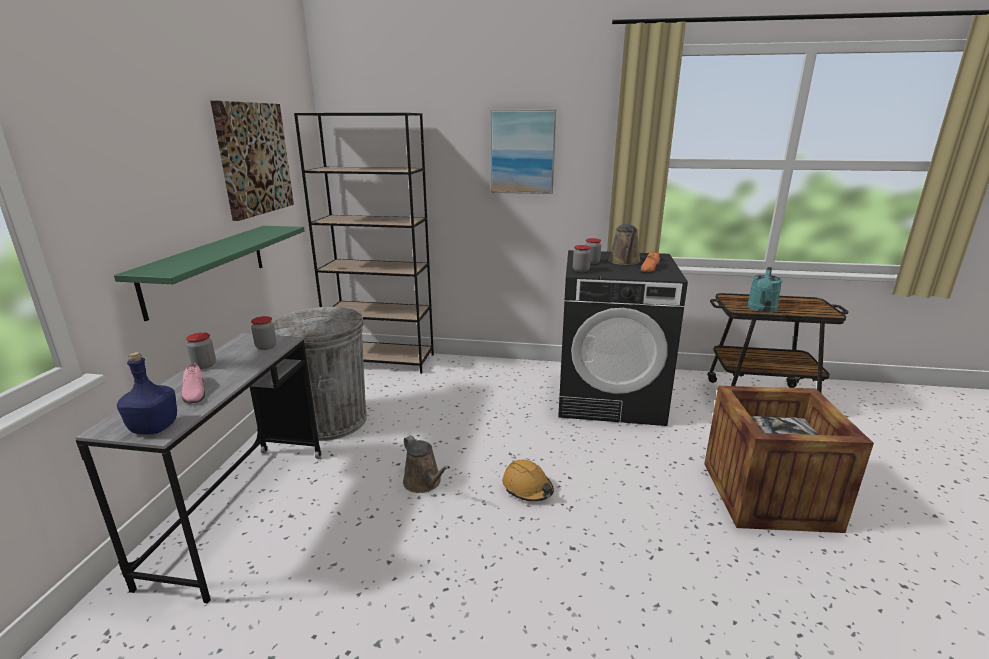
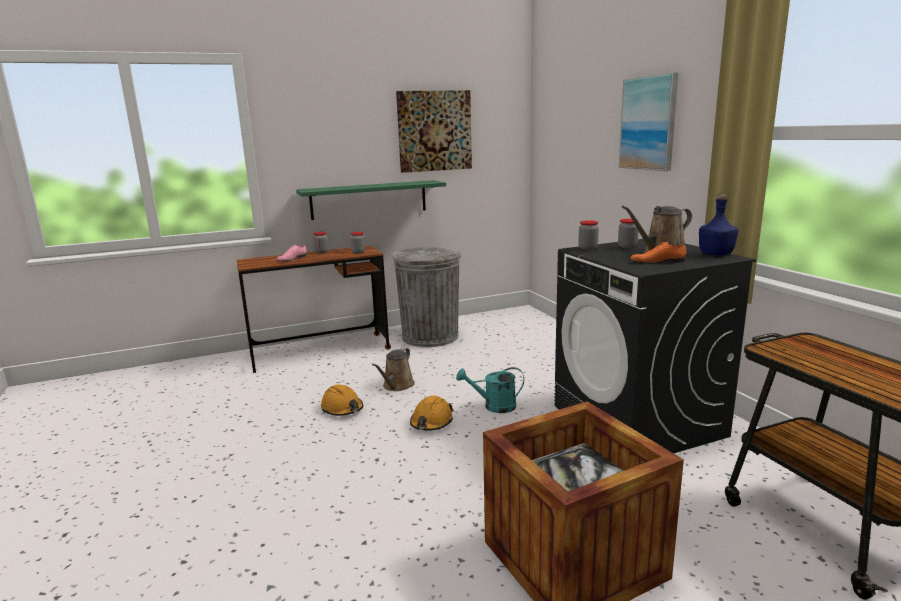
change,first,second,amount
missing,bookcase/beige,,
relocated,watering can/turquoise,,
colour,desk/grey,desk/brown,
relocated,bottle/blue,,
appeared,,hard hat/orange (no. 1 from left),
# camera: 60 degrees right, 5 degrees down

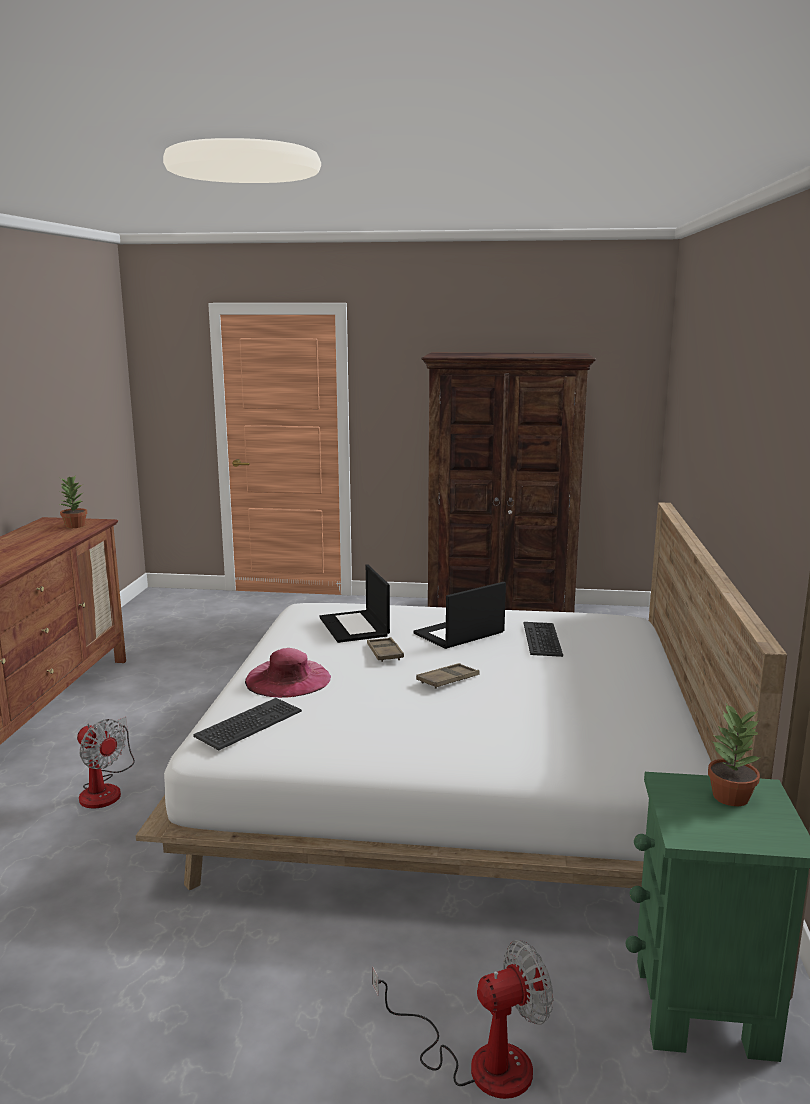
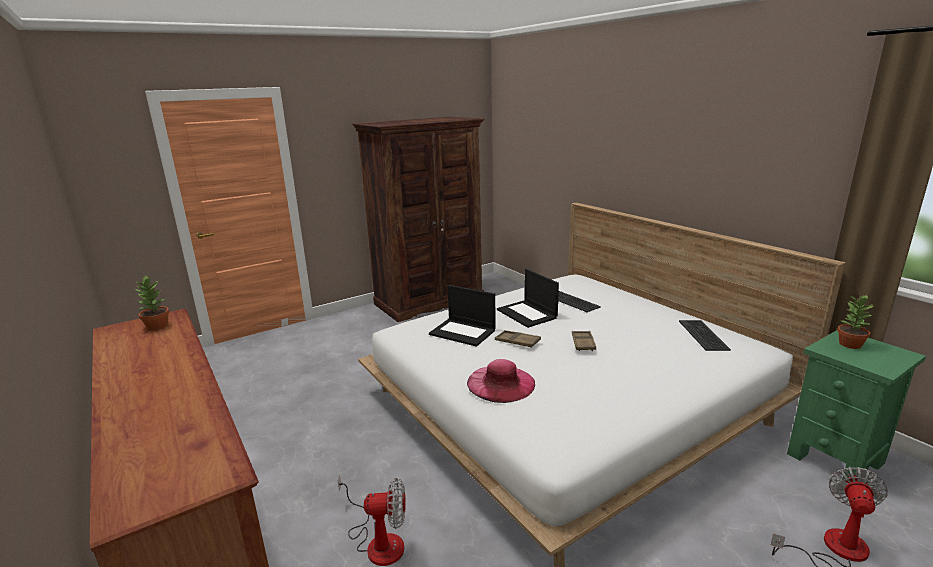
change,first,second,amount
spun,laptop (no. 2 from left),,45 degrees counterclockwise
relocated,keyboard (no. 1 from left in the first image),keyboard (no. 2 from left),
# camera: 40 degrees left, 5 degrees up

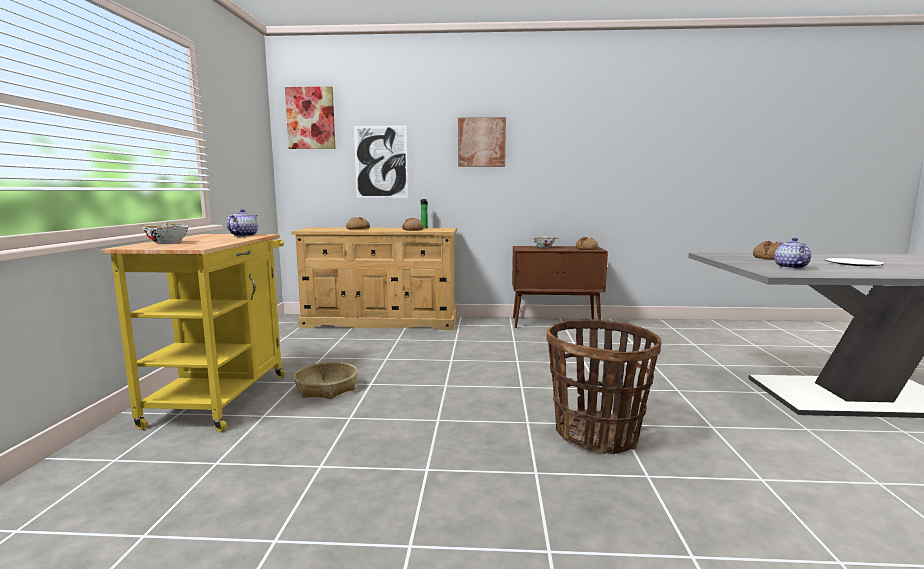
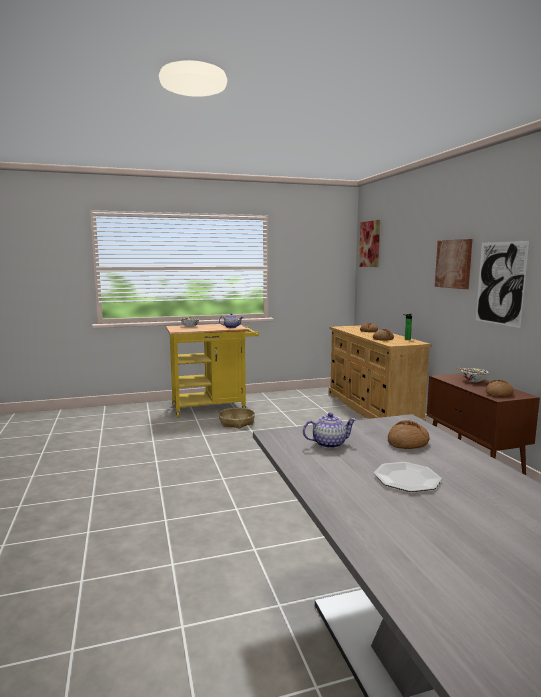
change,first,second,amount
relocated,picture (no. 2 from left in the first image),picture (no. 3 from left),
missing,basket (no. 2 from left),,
# camera: 70 degrees right, 0 degrees up

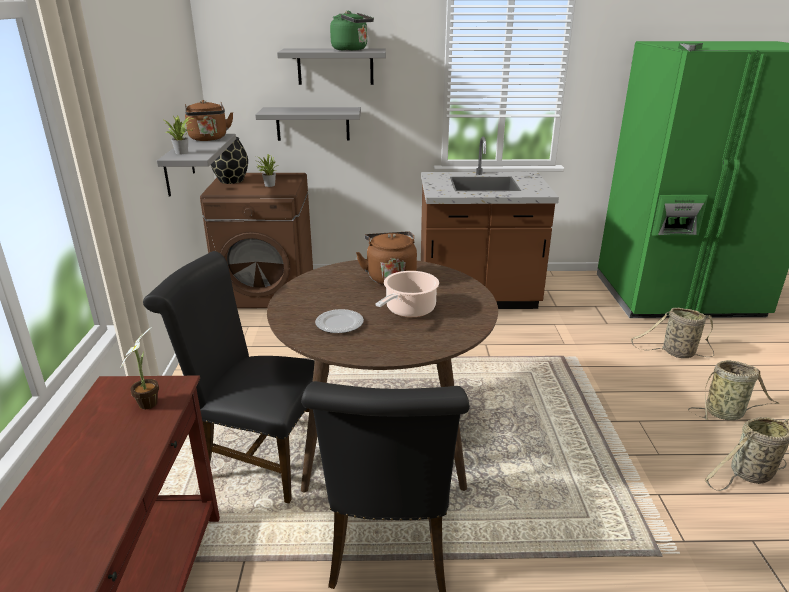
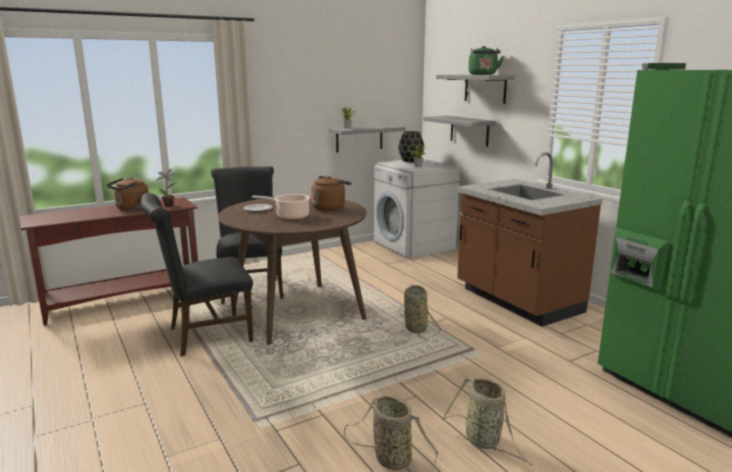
change,first,second,amount
relocated,kettle/brown (no. 1 from left),,
colour,washing machine/brown,washing machine/white,
relocated,basket (no. 1 from left in the first image),basket (no. 2 from left),
# camera: 60 degrees right, 10 degrees down

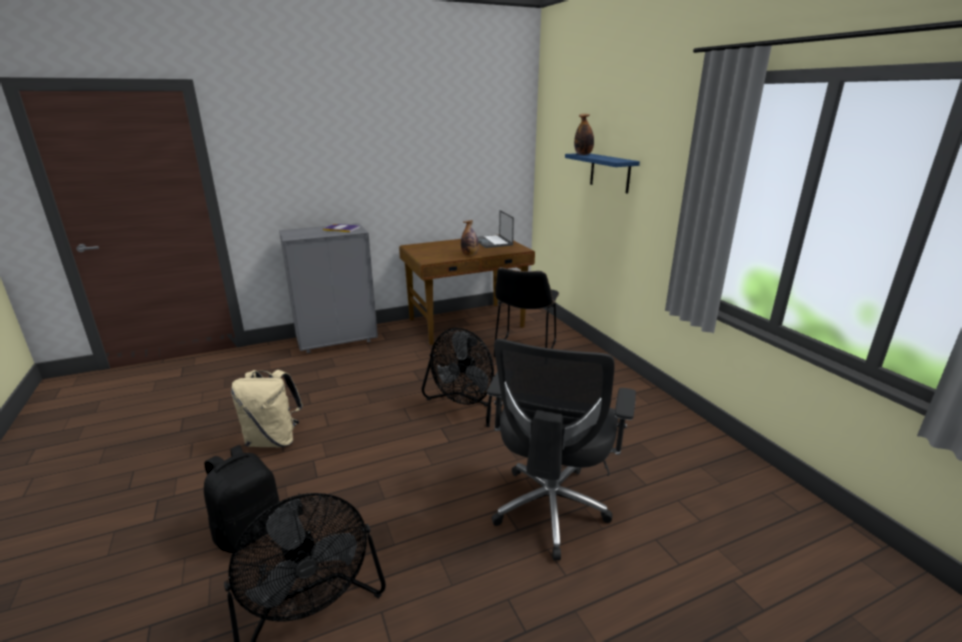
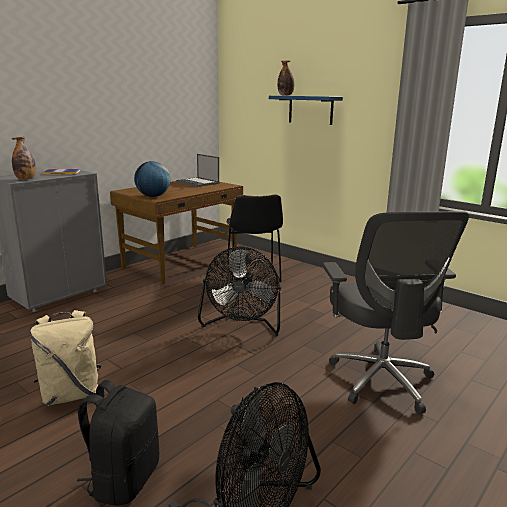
change,first,second,amount
relocated,bottle (no. 1 from left),,
appeared,,globe,
# camera: 25 degrees left, 5 degrees down

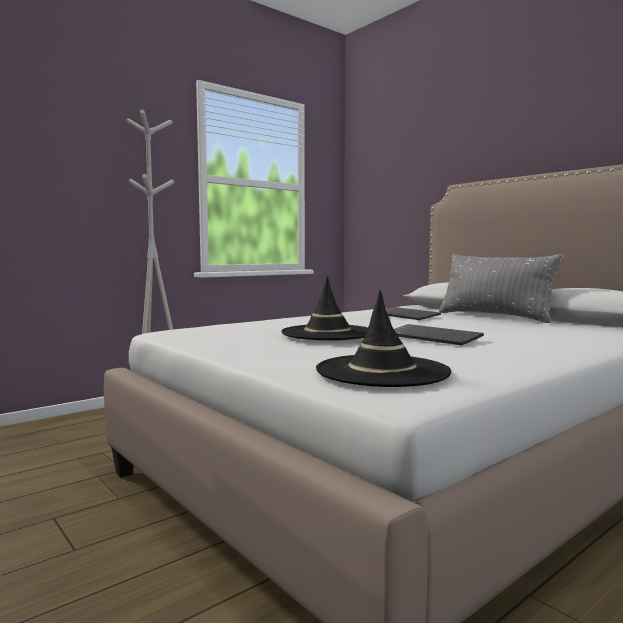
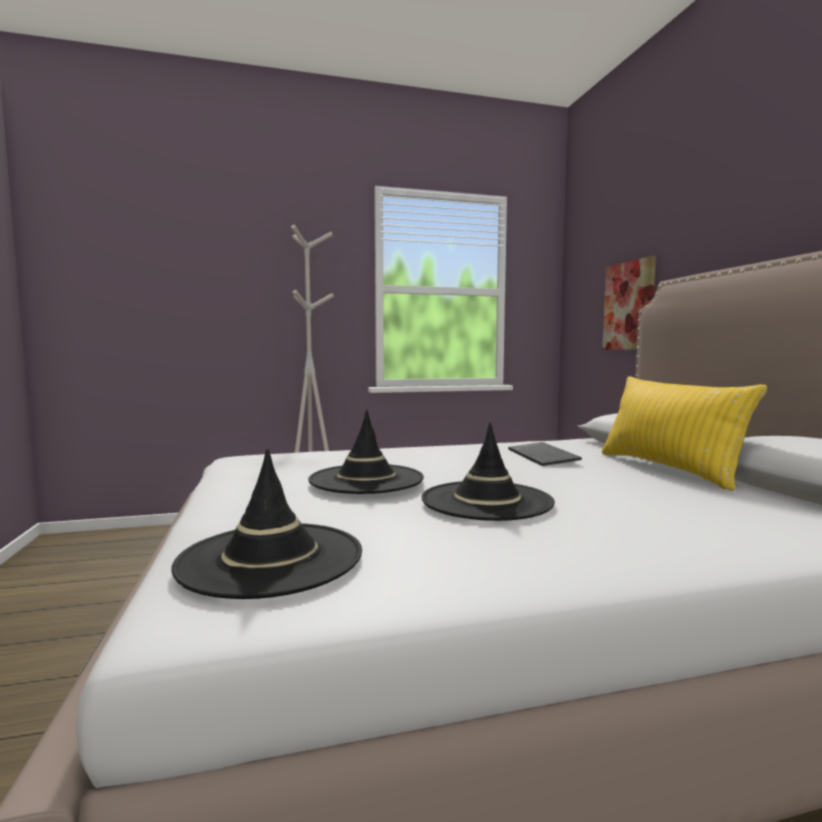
change,first,second,amount
colour,pillow/grey,pillow/yellow,
exchanged,keyboard (no. 2 from left),hat/black (no. 3 from left),
appeared,,picture,
# camera: 25 degrees right, 0 degrees up

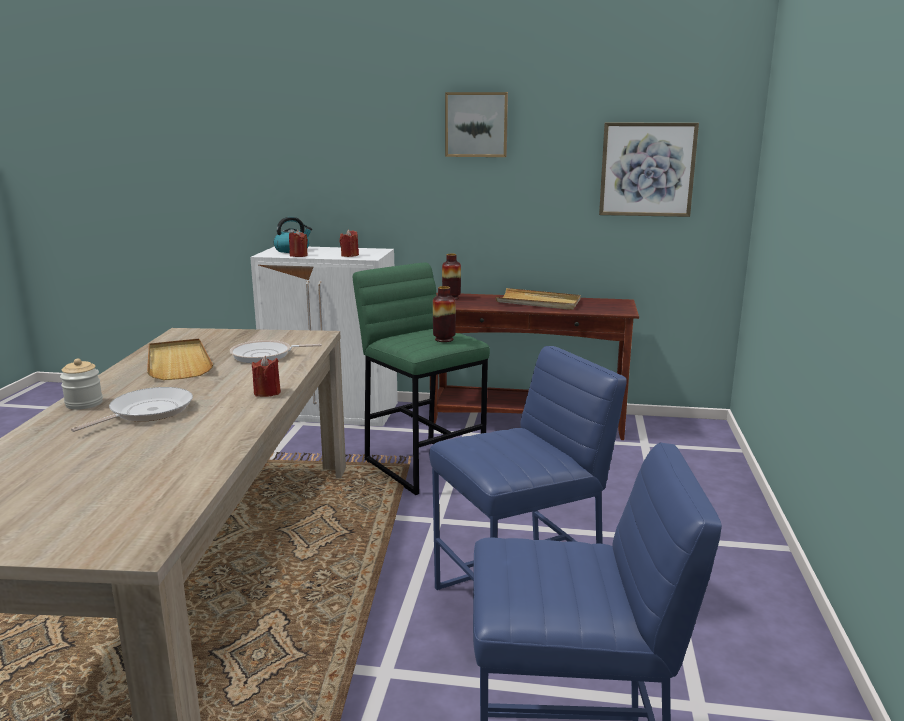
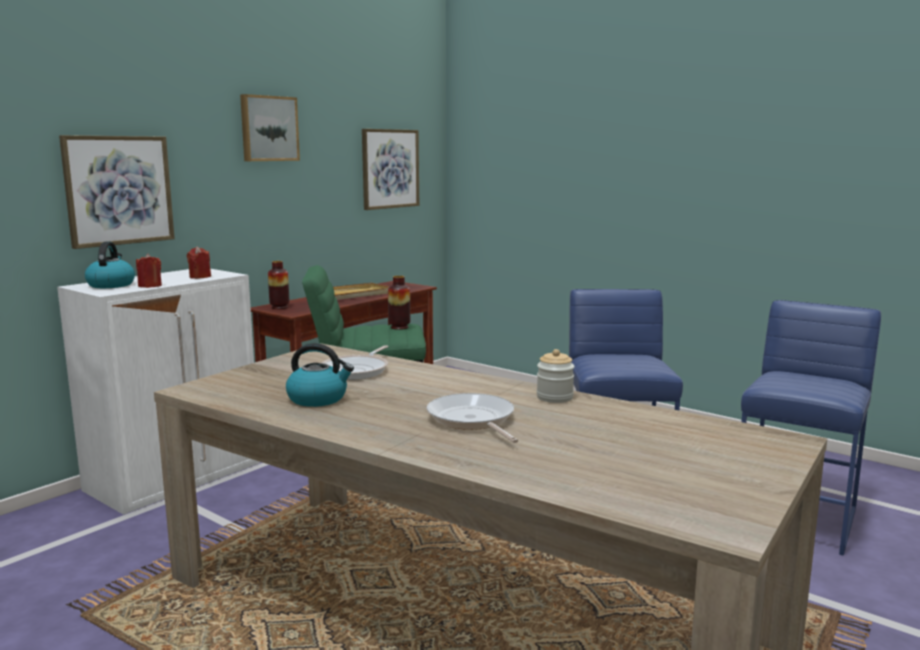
change,first,second,amount
exchanged,tray/beige (no. 1 from left),kettle (no. 2 from left),
missing,candle/red (no. 1 from left),,
relocated,jar,,
appeared,,picture (no. 1 from left),
# camera: 60 degrees left, 5 degrees down

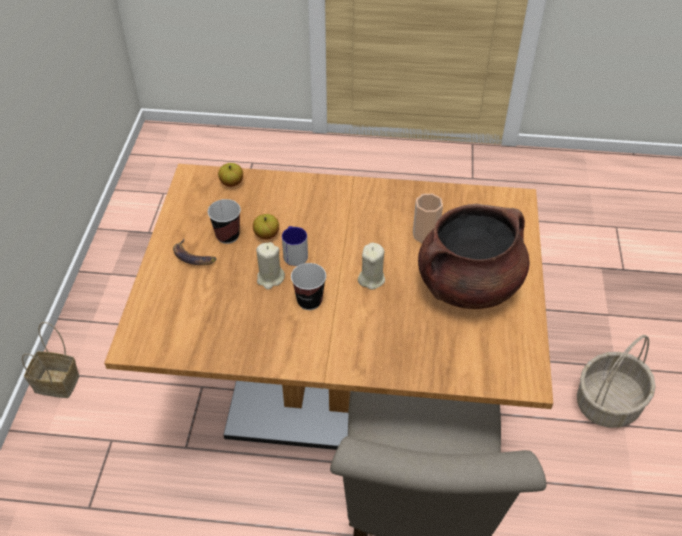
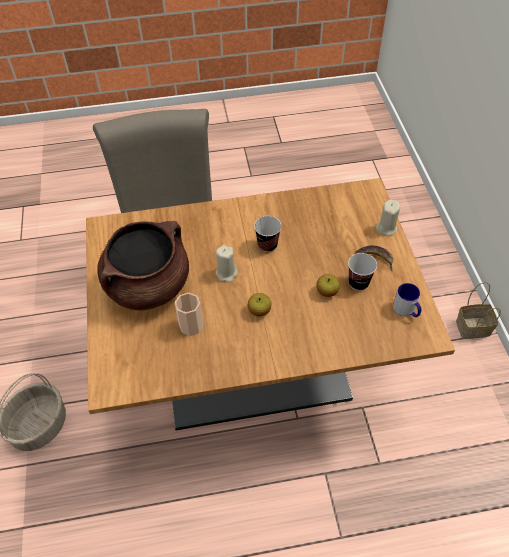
change,first,second,amount
relocated,apple (no. 1 from left),,
relocated,mug,,
relocated,candle/beige (no. 1 from left in the first image),candle/beige (no. 2 from left),
# camera: 165 degrees right, 5 degrees up

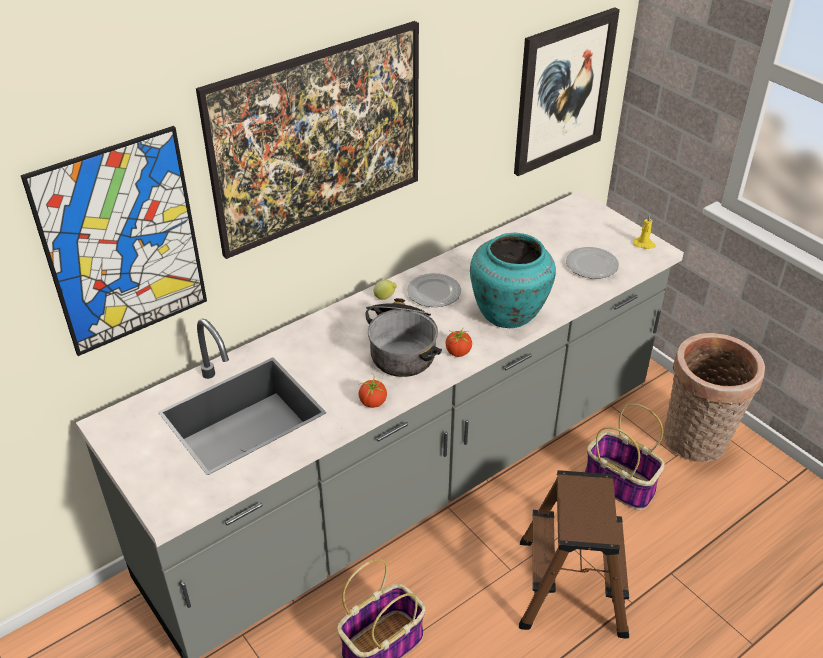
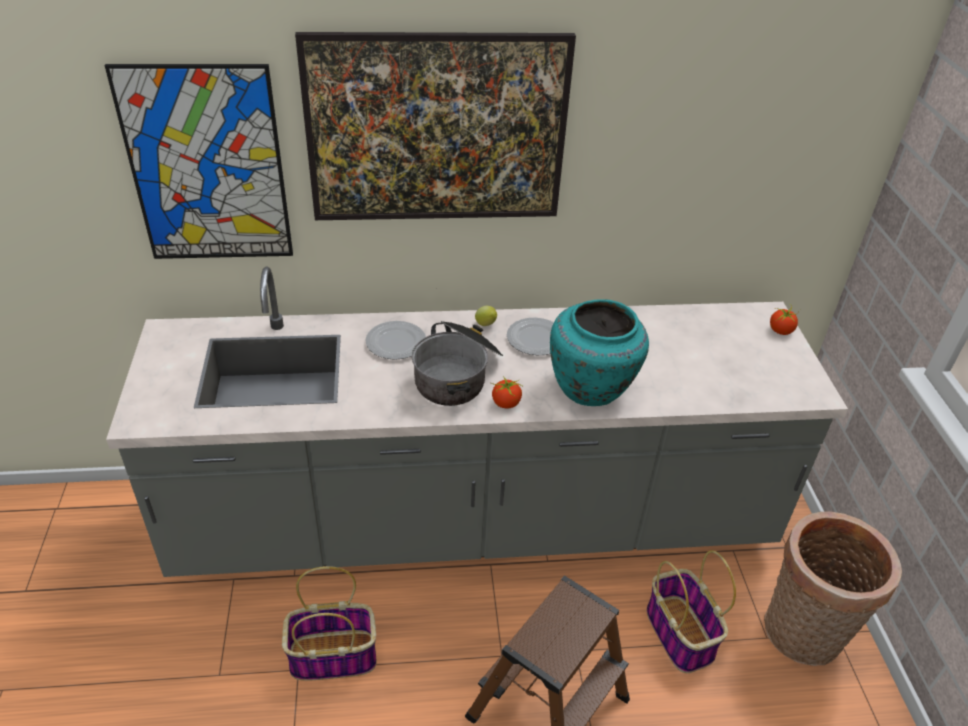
change,first,second,amount
missing,picture (no. 3 from left),,
missing,candle/yellow,,
relocated,plate (no. 2 from left in the first image),plate (no. 1 from left),
relocated,tomato (no. 1 from left in the first image),tomato (no. 2 from left),
# camera: 30 degrees right, 0 degrees up

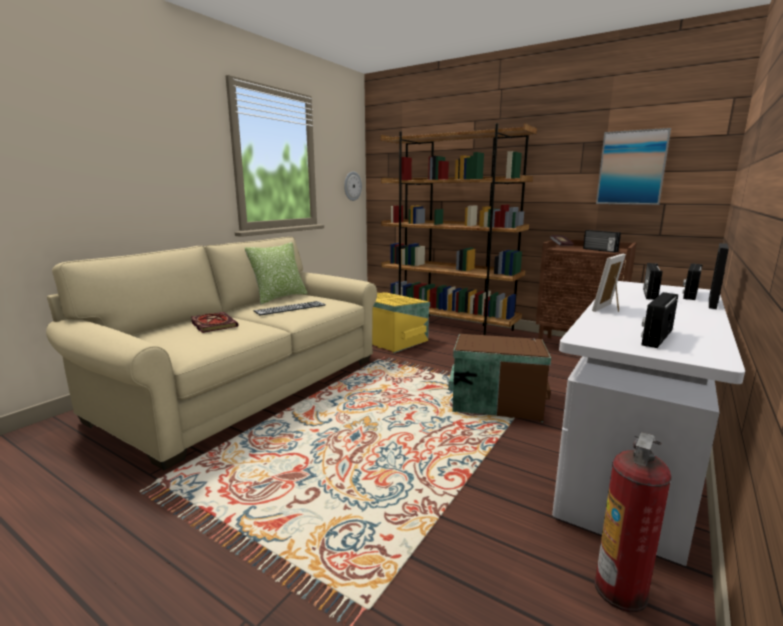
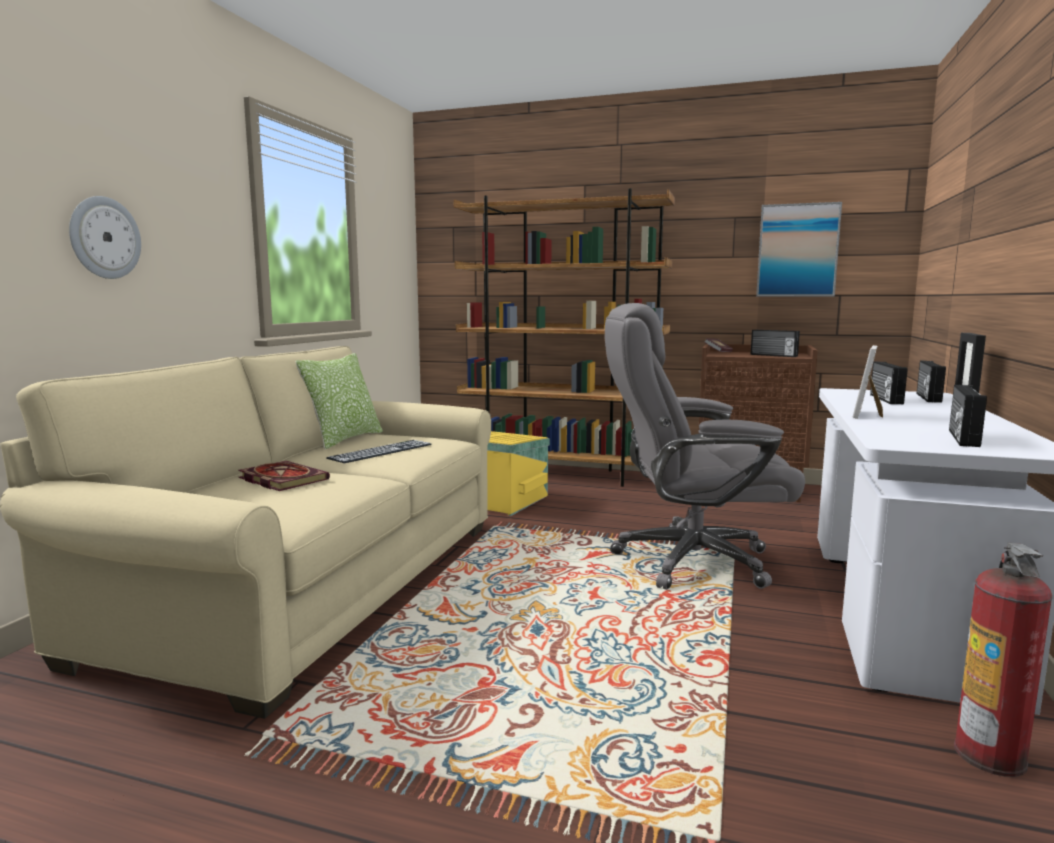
change,first,second,amount
relocated,wall clock,,
exchanged,storage box/brown,office chair/grey,
# camera: 15 degrees left, 5 degrees down

